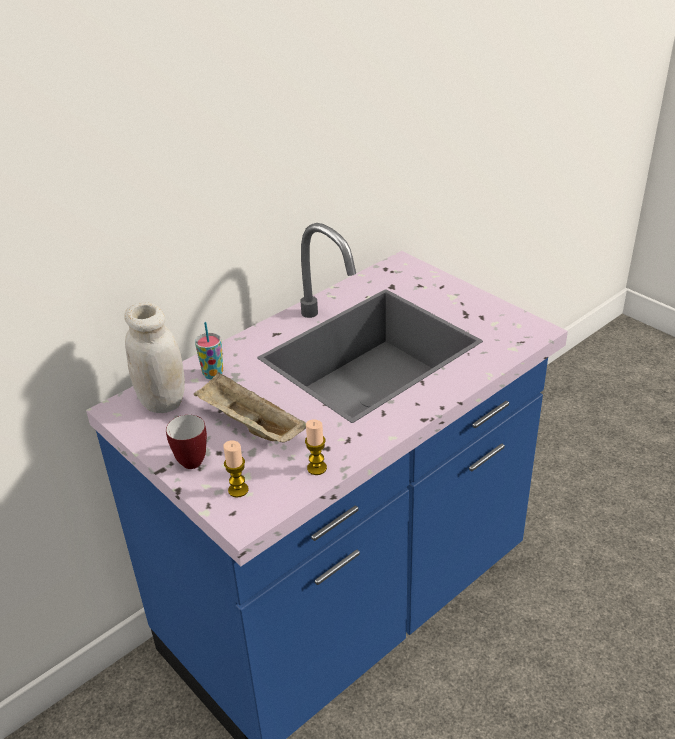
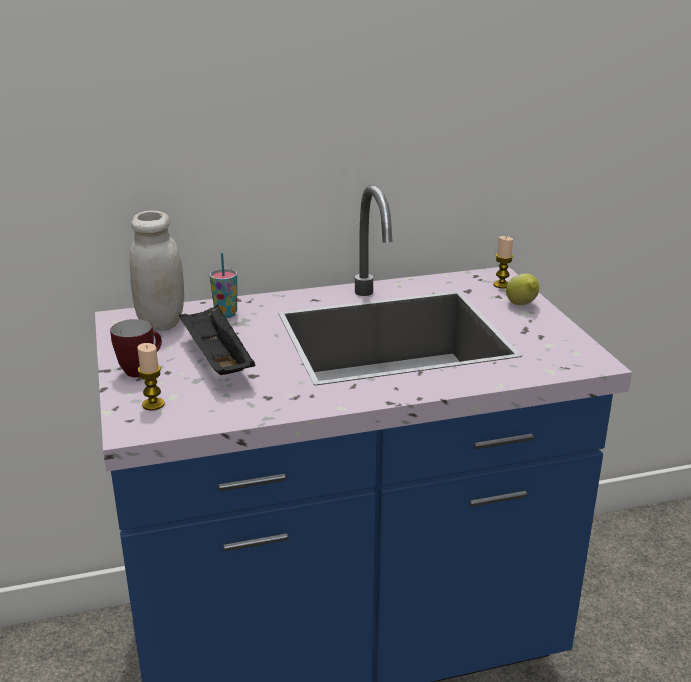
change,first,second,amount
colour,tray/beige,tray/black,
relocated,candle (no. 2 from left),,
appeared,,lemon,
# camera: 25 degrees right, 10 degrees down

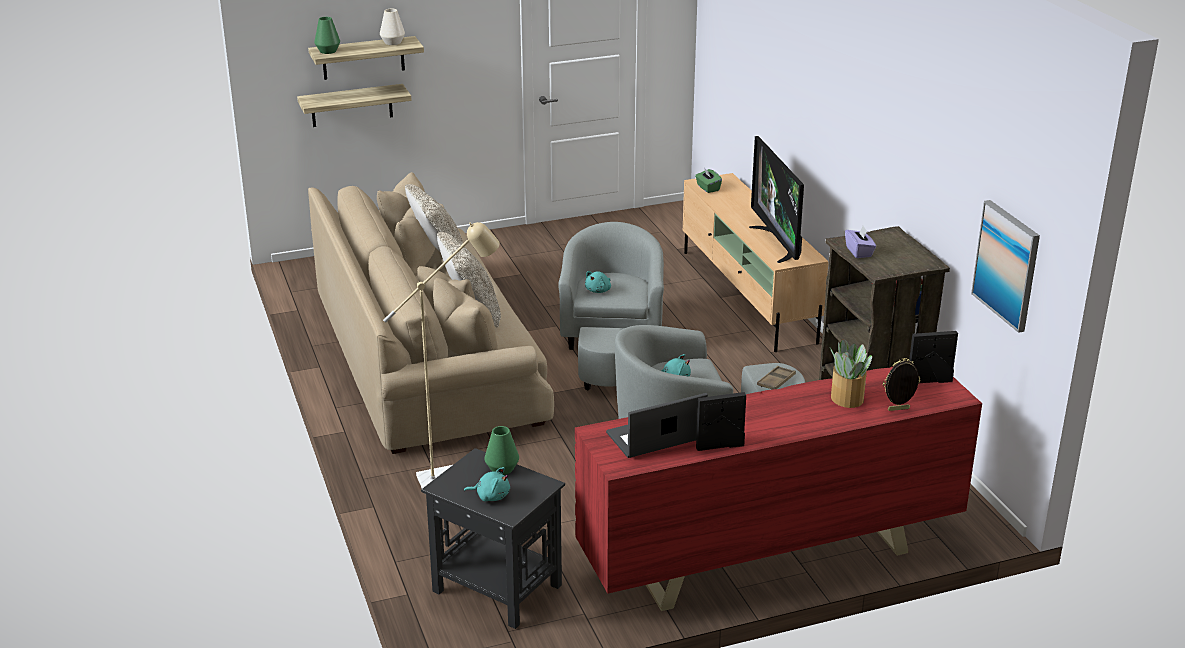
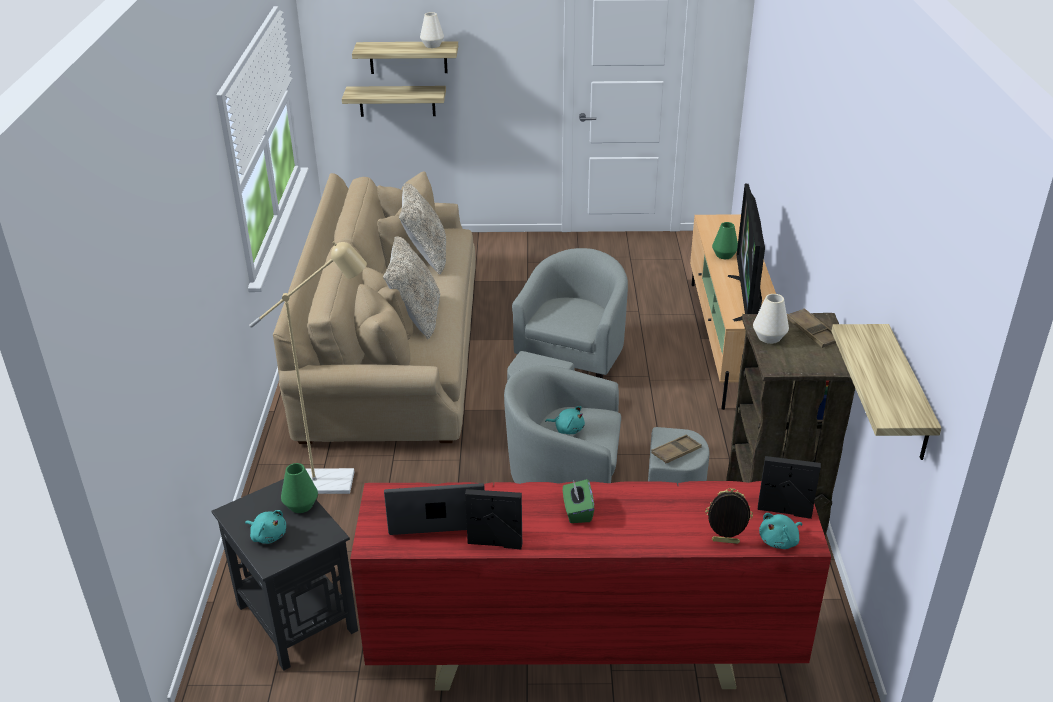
change,first,second,amount
relocated,vase/green (no. 1 from left in the first image),vase/green (no. 2 from left),
relocated,tissue box/green,,
exchanged,picture,shelf (no. 3 from left),
exchanged,tissue box/purple,vase/white (no. 2 from left),
relocated,plush toy/turquoise (no. 2 from left in the first image),plush toy/turquoise (no. 3 from left),
missing,potted plant,,
appeared,,tray/brown (no. 2 from left),
# camera: 20 degrees right, 5 degrees up

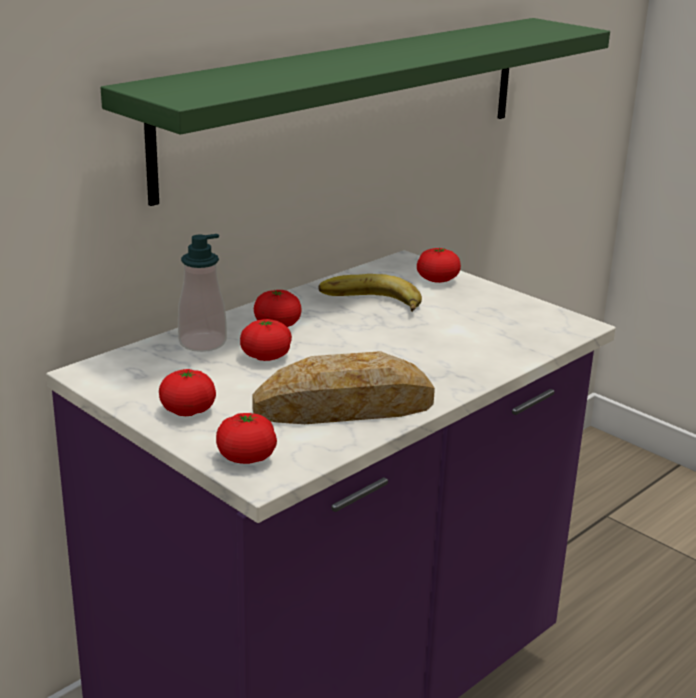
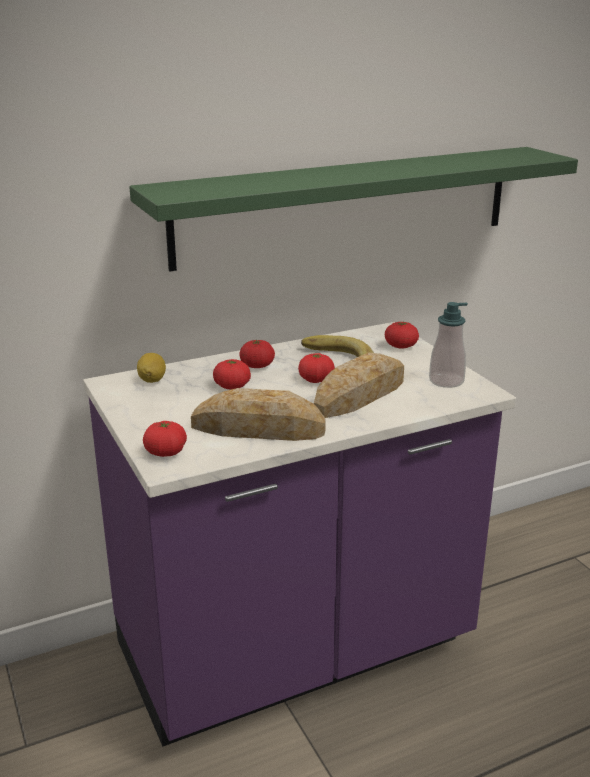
change,first,second,amount
relocated,soap dispenser,,
relocated,tomato (no. 1 from left in the first image),tomato (no. 4 from left),
appeared,,bread (no. 2 from left),
appeared,,lemon,
# camera: 20 degrees right, 0 degrees up

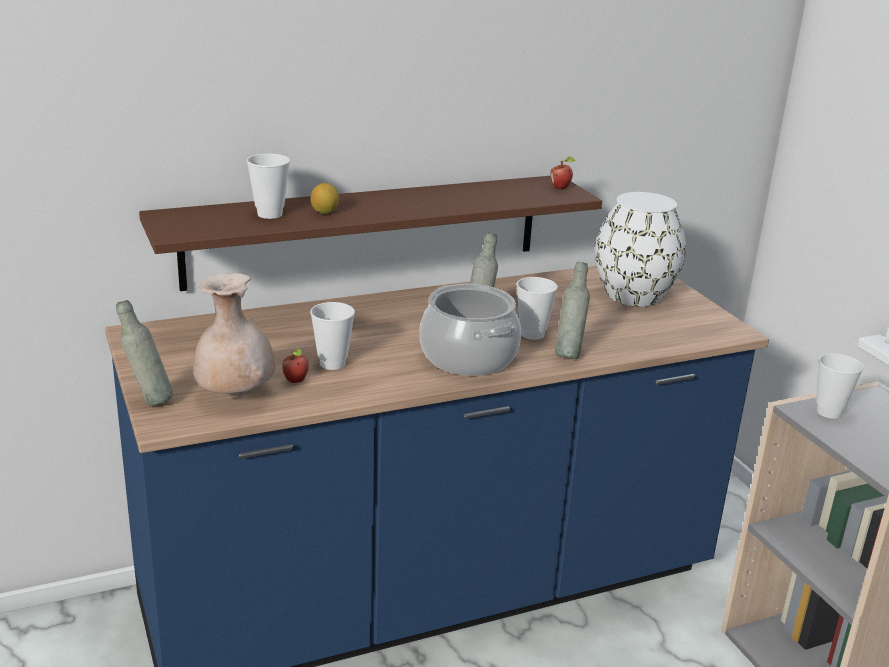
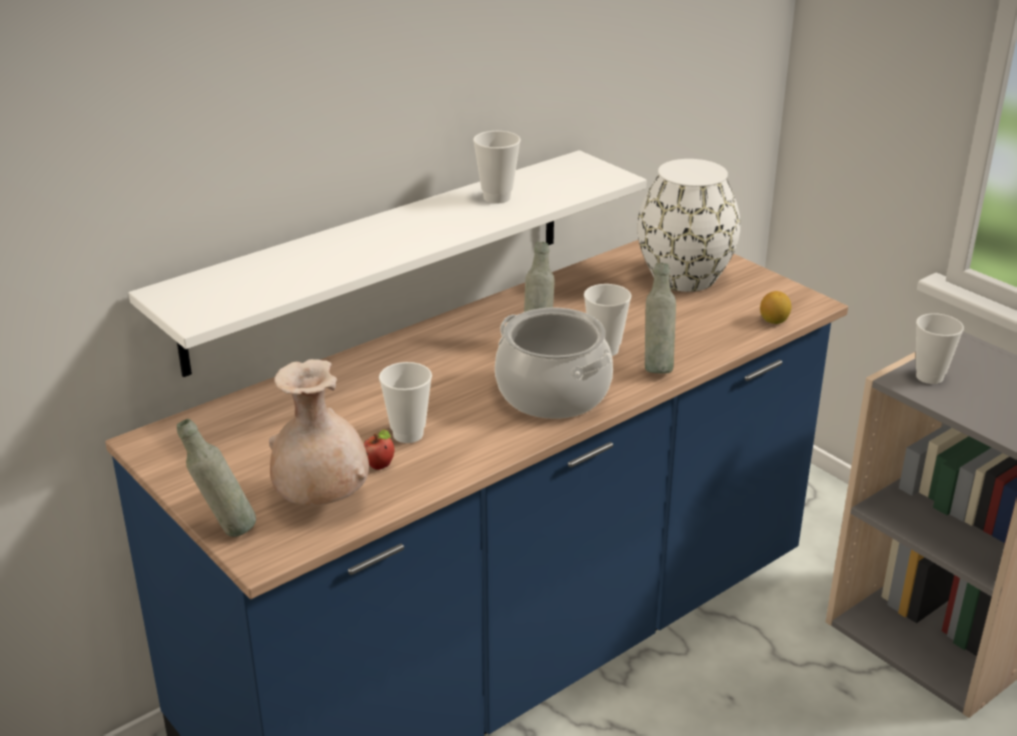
change,first,second,amount
relocated,cup (no. 1 from left in the first image),cup (no. 2 from left),
missing,apple (no. 2 from left),,
colour,shelf/brown,shelf/white,
relocated,lemon,,
# camera: 15 degrees left, 5 degrees up

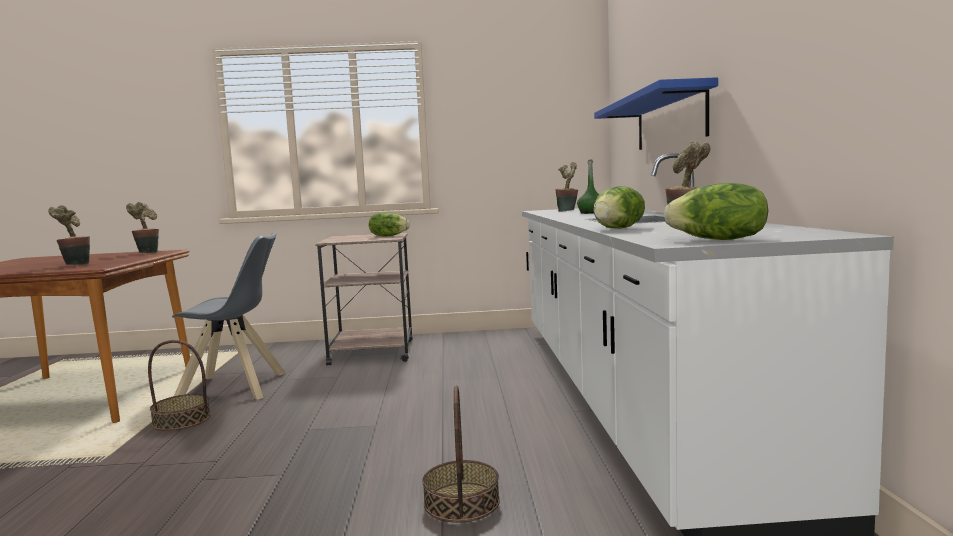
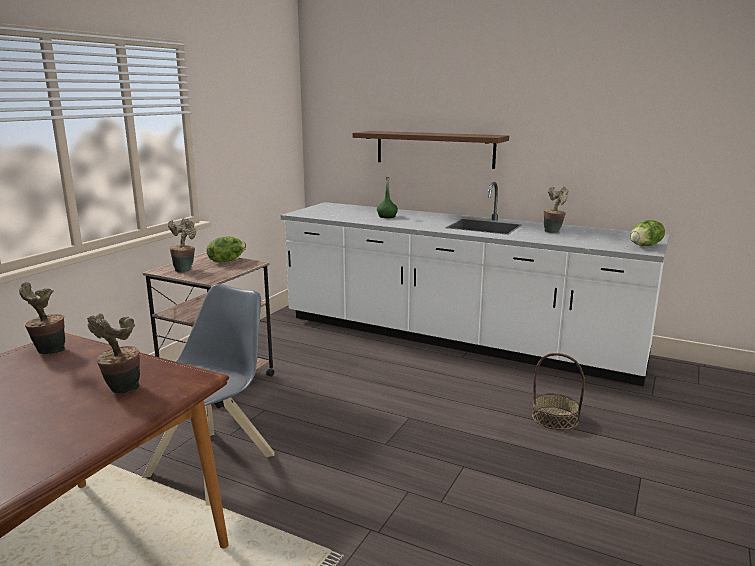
change,first,second,amount
colour,shelf/blue,shelf/brown,
relocated,potted plant (no. 3 from left),,
missing,lettuce (no. 2 from left),,
missing,basket (no. 1 from left),,
# camera: 60 degrees left, 10 degrees up

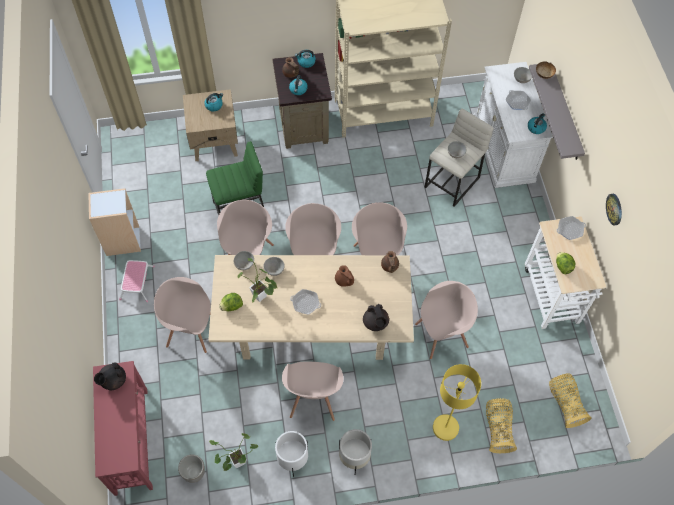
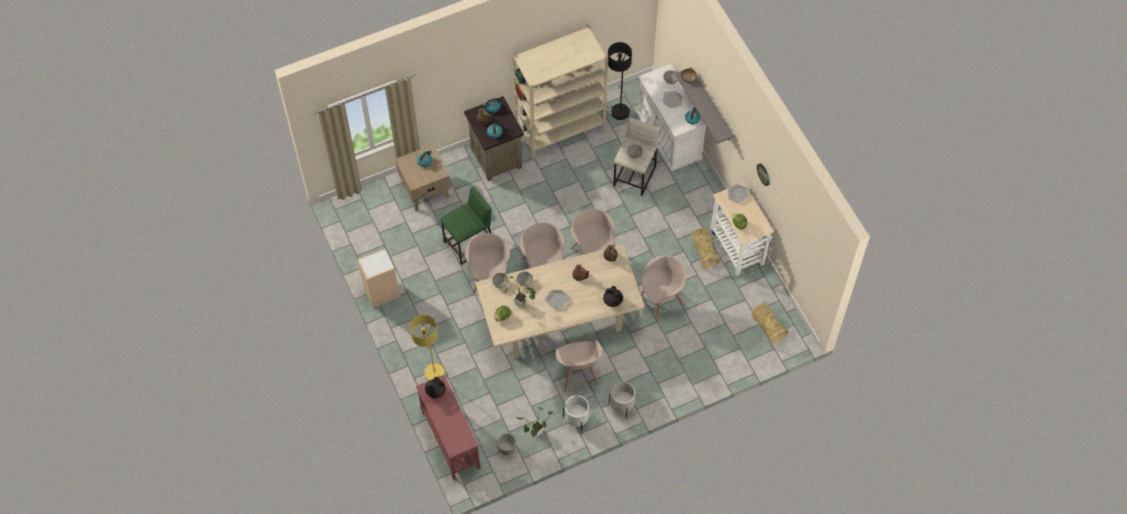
change,first,second,amount
missing,step ladder/pink,,
missing,chair/beige (no. 1 from left),,
relocated,floor lamp/yellow,,
relocated,basket (no. 1 from left),,
appeared,,floor lamp/black,
# camera: 15 degrees left, 0 degrees up

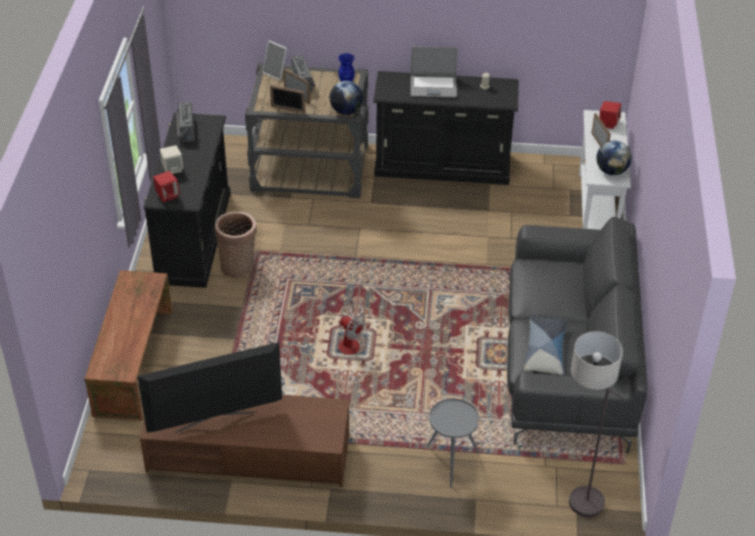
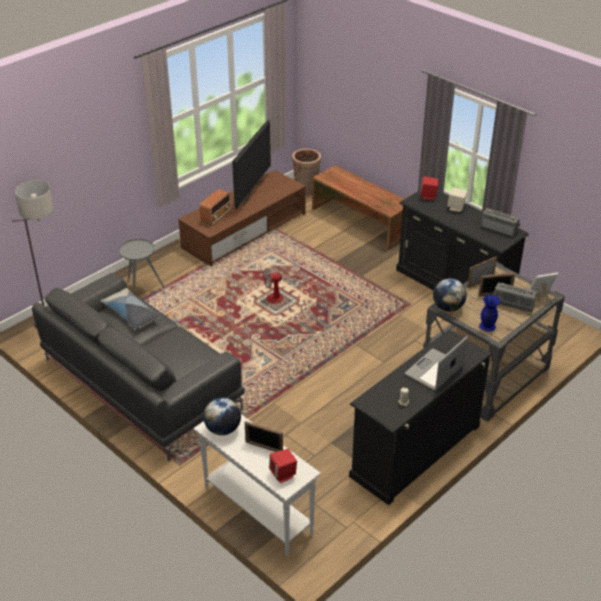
change,first,second,amount
relocated,basket,,
appeared,,radio (no. 1 from left),
# camera: 130 degrees right, 5 degrees down

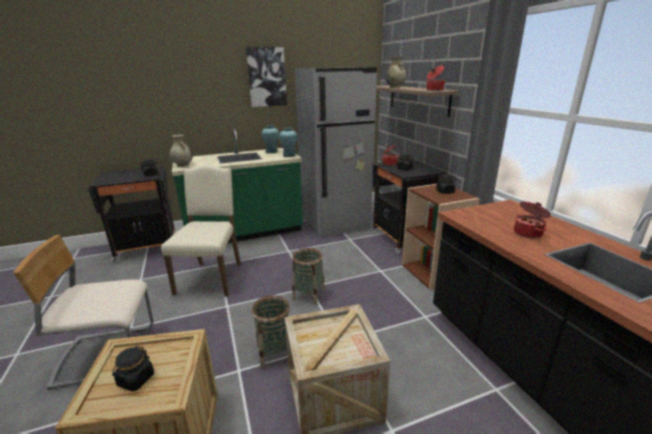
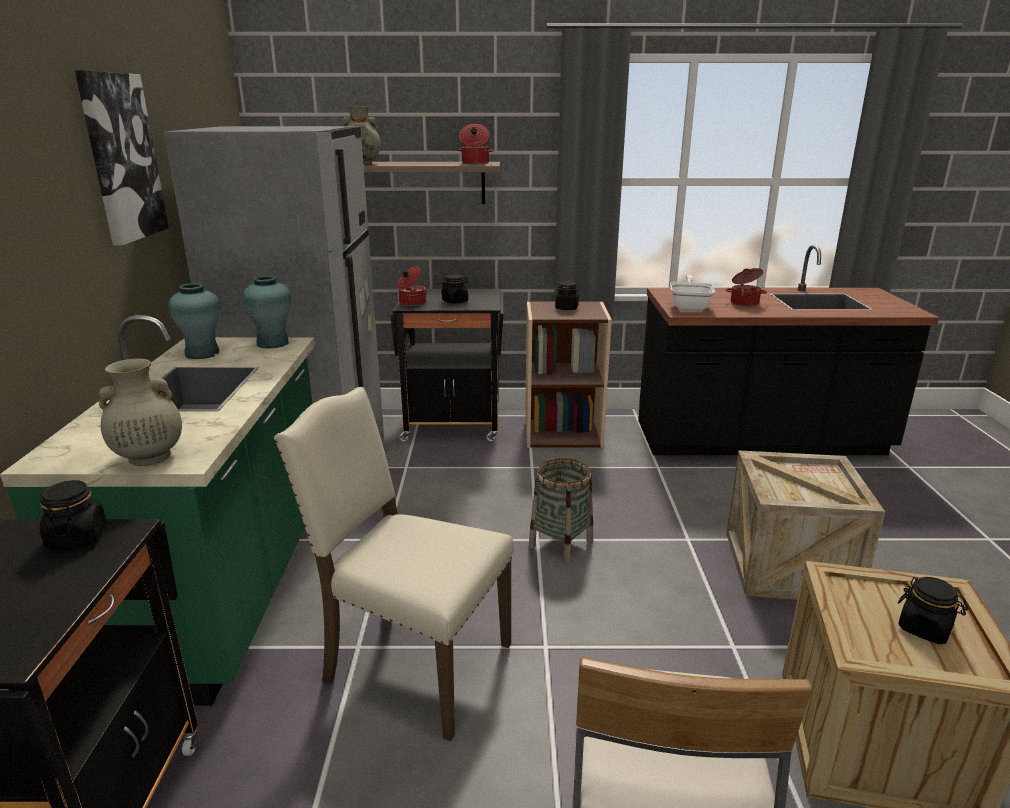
change,first,second,amount
missing,basket (no. 1 from left),,
appeared,,frying pan,
# camera: 70 degrees left, 0 degrees up

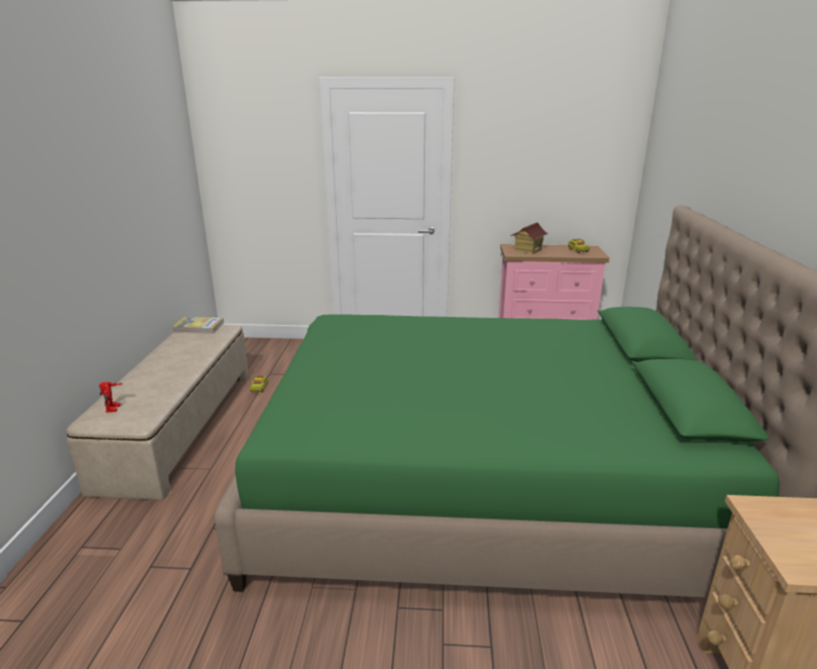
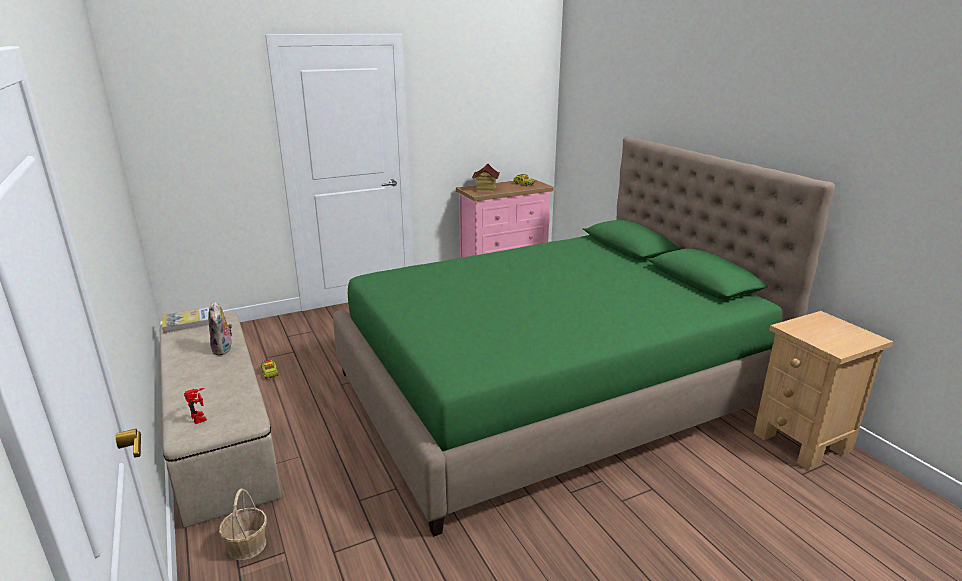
change,first,second,amount
appeared,,plush toy,
appeared,,basket,
# camera: 30 degrees left, 0 degrees up

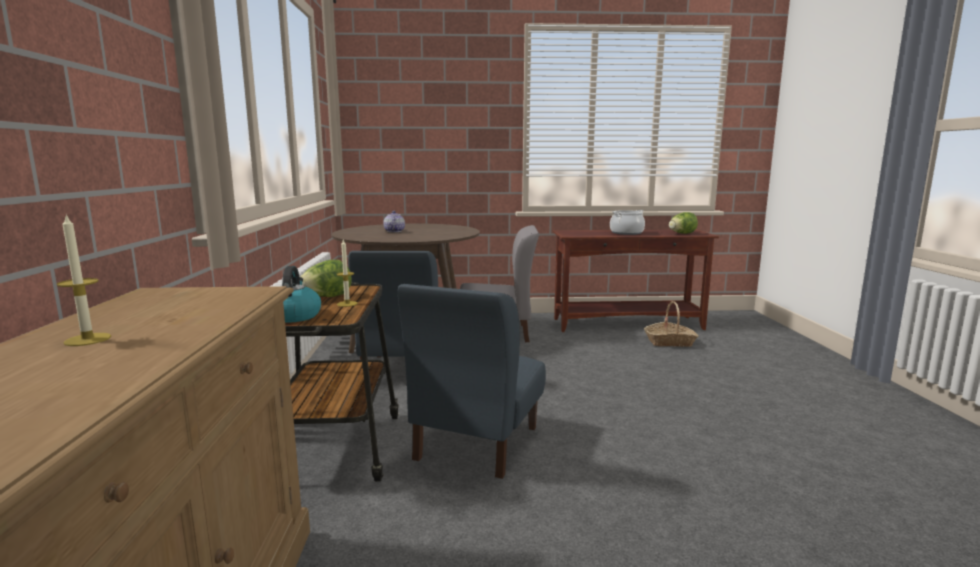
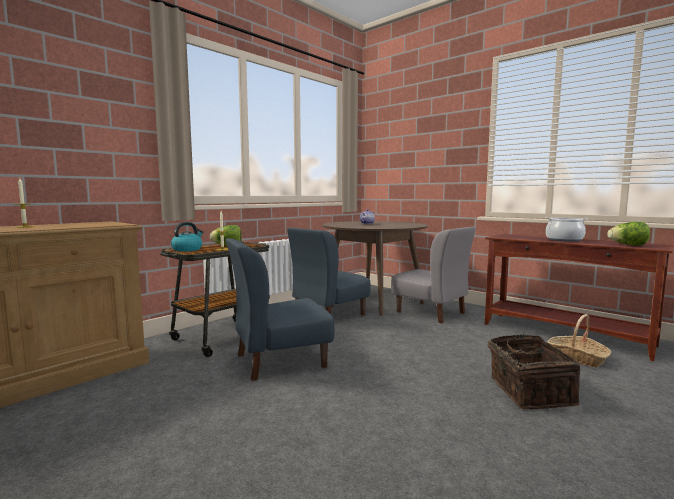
change,first,second,amount
appeared,,basket (no. 1 from left),
# camera: 45 degrees right, 5 degrees down

